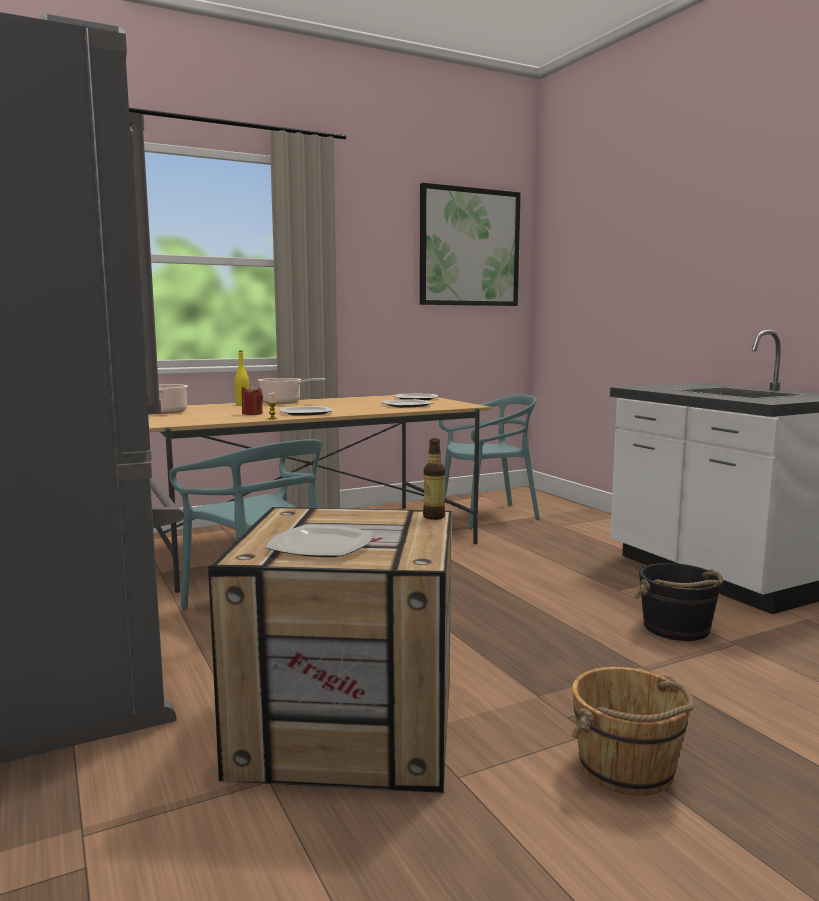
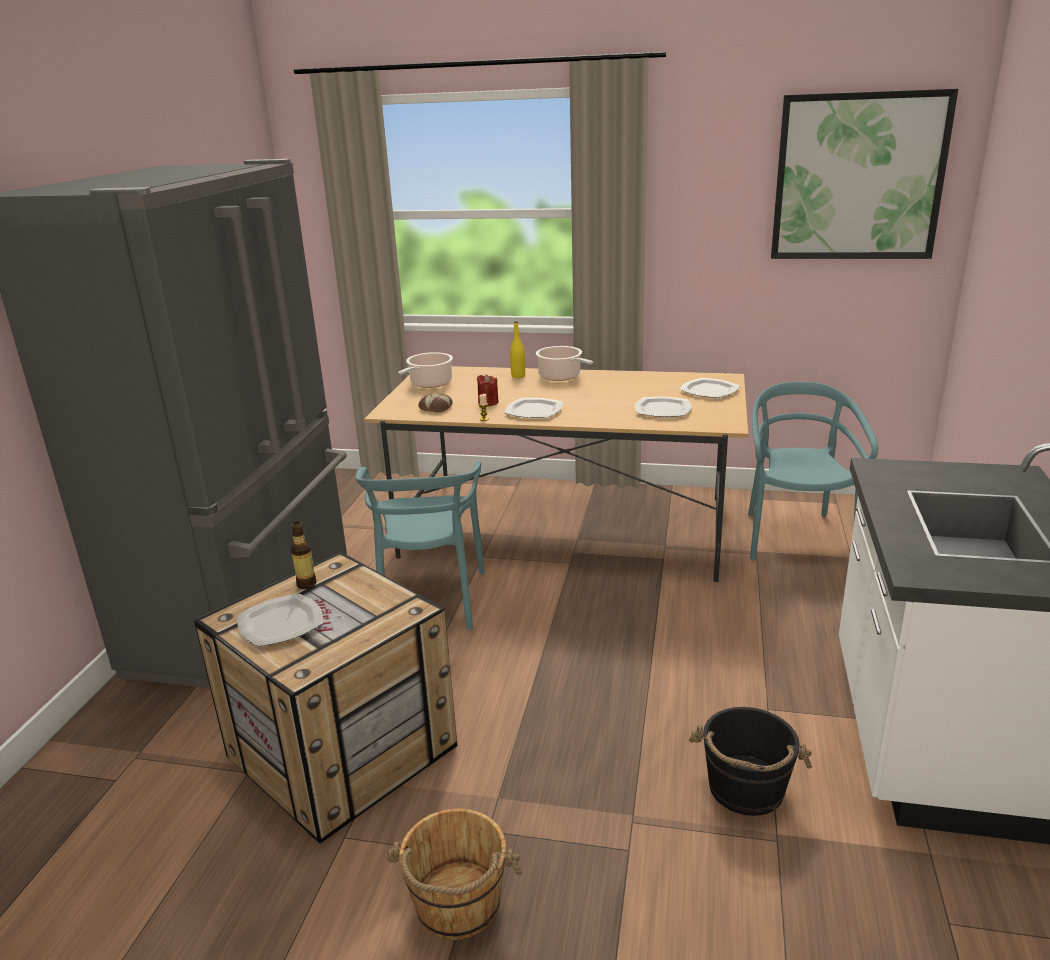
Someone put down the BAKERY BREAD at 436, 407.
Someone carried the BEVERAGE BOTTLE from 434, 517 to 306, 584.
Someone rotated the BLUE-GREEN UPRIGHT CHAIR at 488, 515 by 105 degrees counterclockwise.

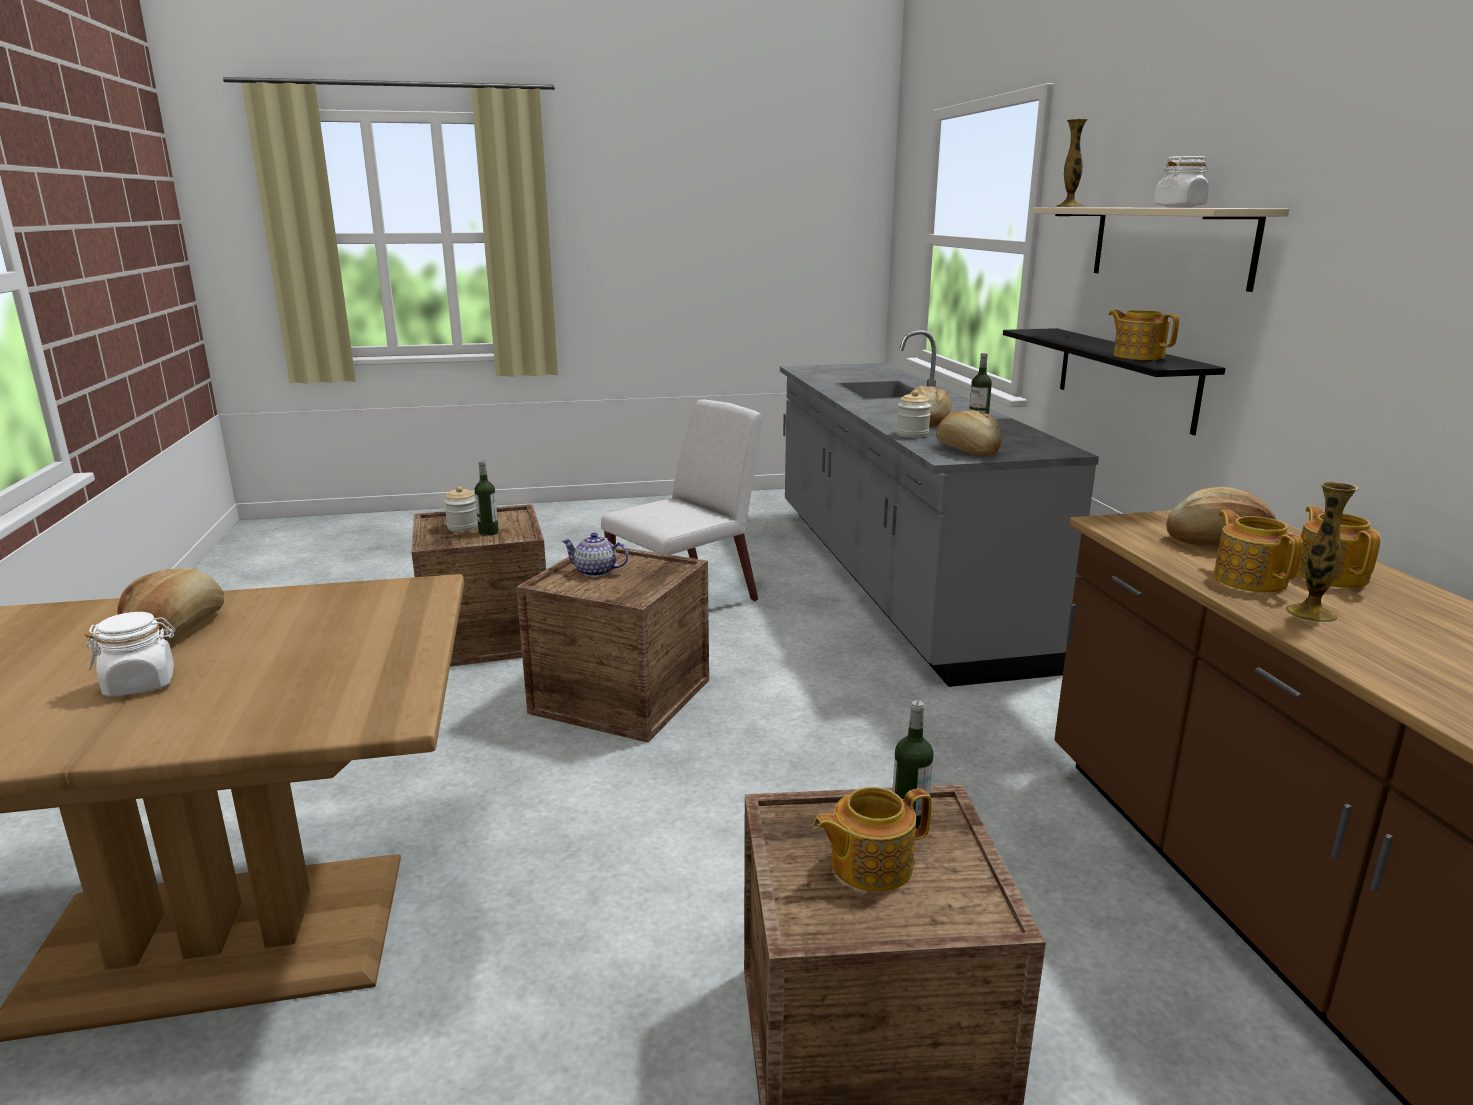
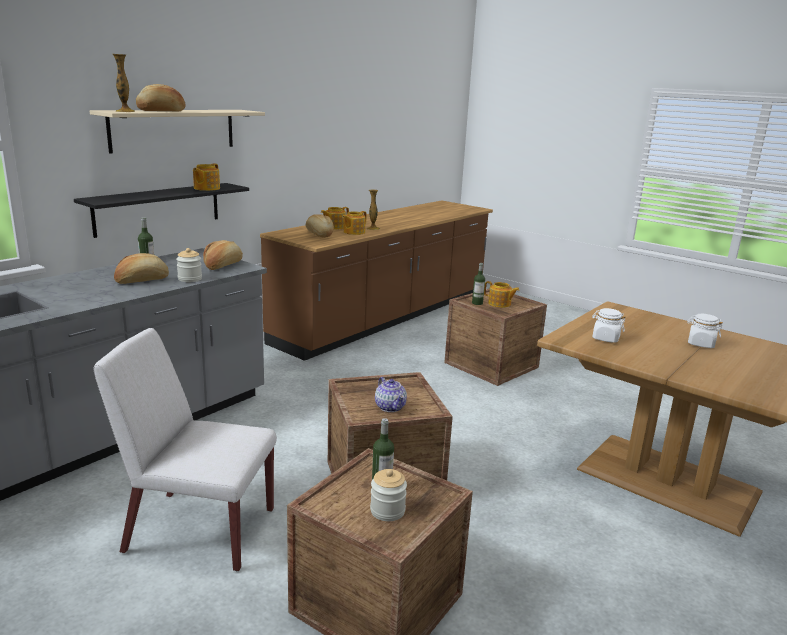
Someone carried the BAKERY BREAD from 177, 630 to 161, 111.
Someone carried the WHITE-COLOURED JAR from 1179, 207 to 605, 338.

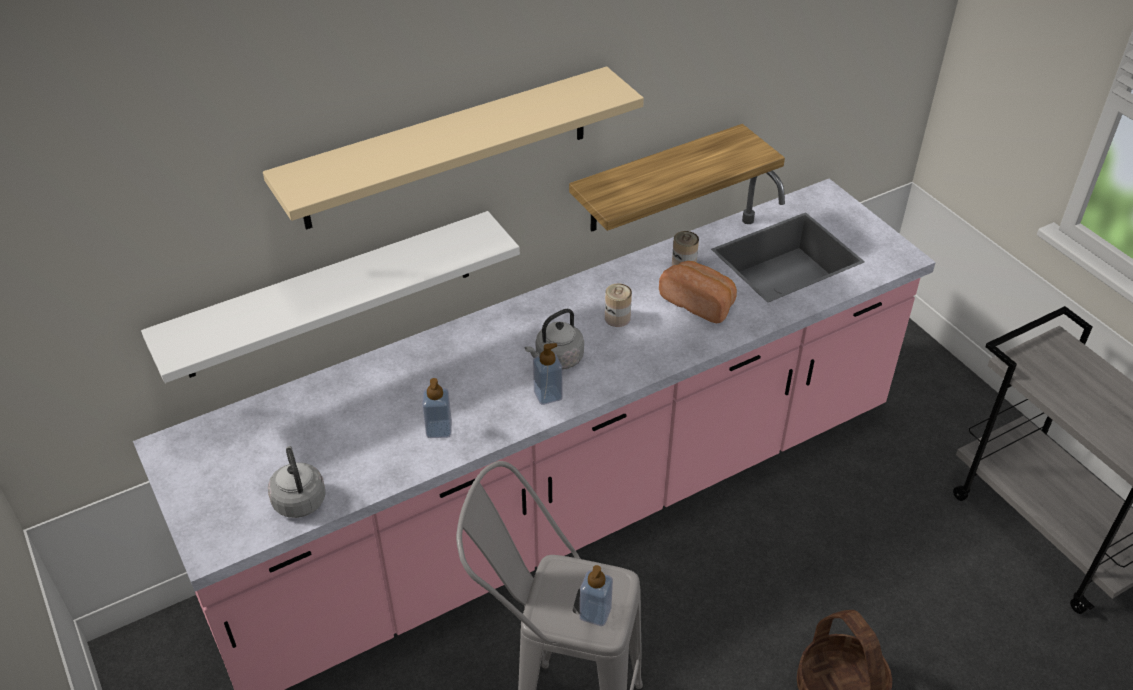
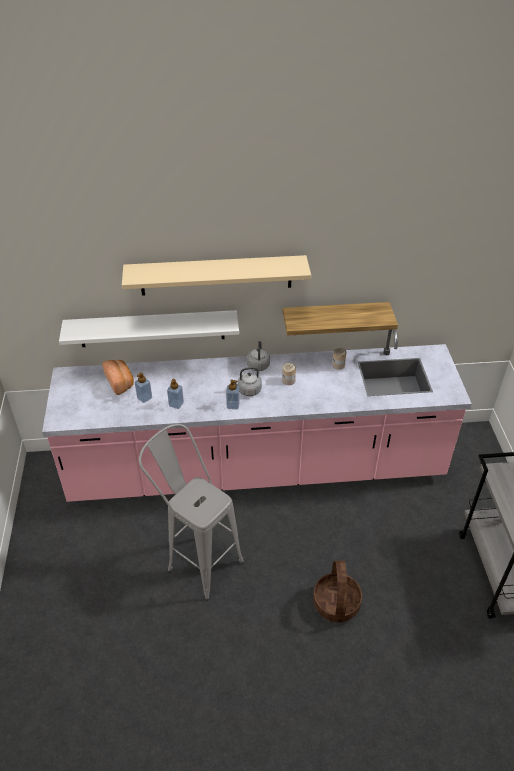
Someone carried the GREY KETTLE from 299, 499 to 258, 365.
Someone carried the SOAP BOTTLE from 595, 613 to 144, 398.
Someone carried the BAKERY BREAD from 699, 302 to 120, 382.

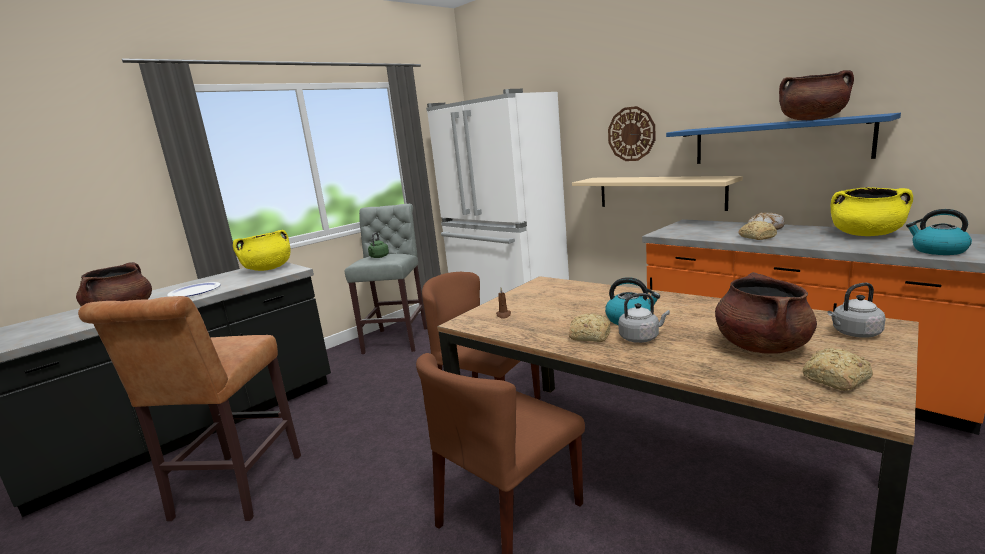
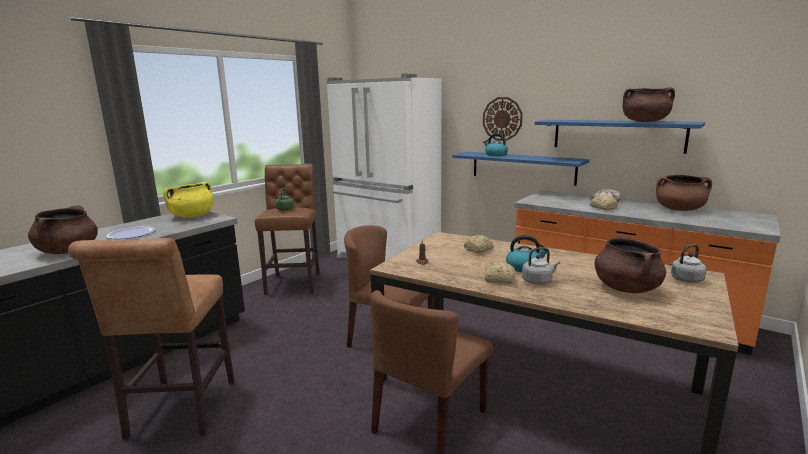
Someone carried the BAKERY BREAD from 834, 379 to 477, 250.
Someone carried the KETTLE from 938, 250 to 495, 155.
Someone repainted the GREY STOOL at 398, 339, which became the BROWNISH STOOL at 294, 282.
Someone repainted the SAND-COLOURED BRACKET SHELF at 659, 192, which became the BLUE BRACKET SHELF at 522, 167.
Someone repainted the YELLOW SAUCEPOT at 866, 234, which became the BROWNISH SAUCEPOT at 679, 209.

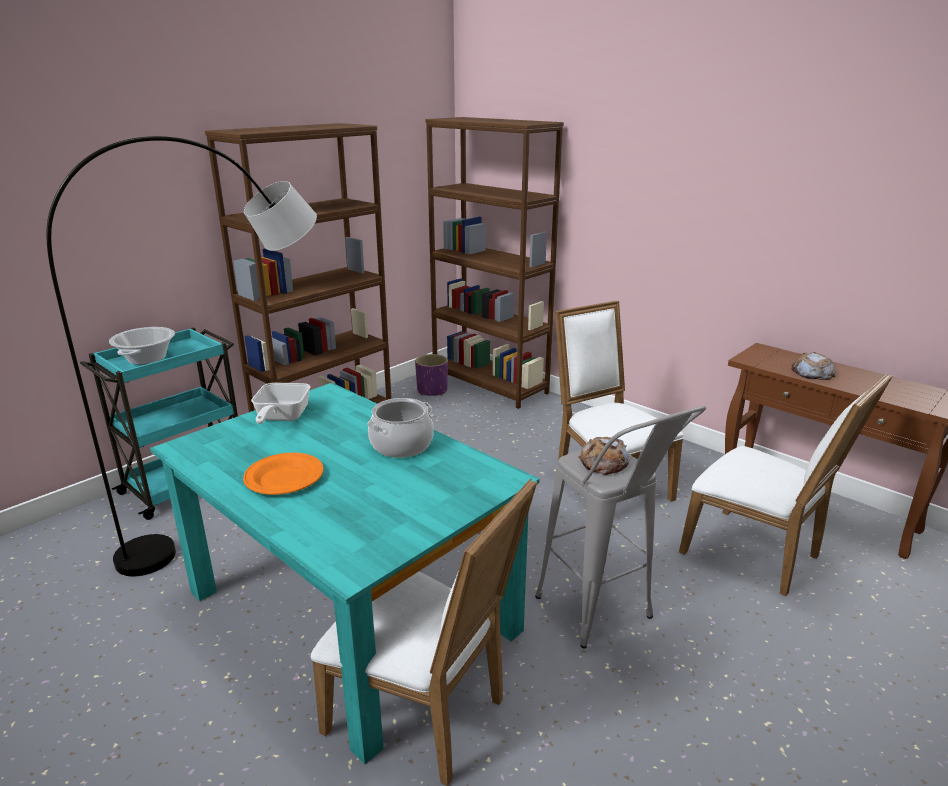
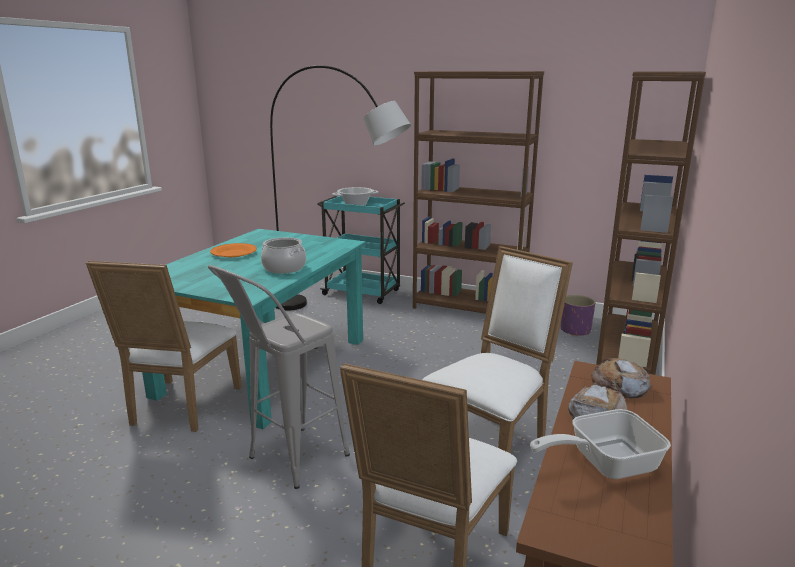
Someone carried the SKILLET from 280, 418 to 604, 463.
Someone carried the BAKERY BREAD from 604, 461 to 619, 385.

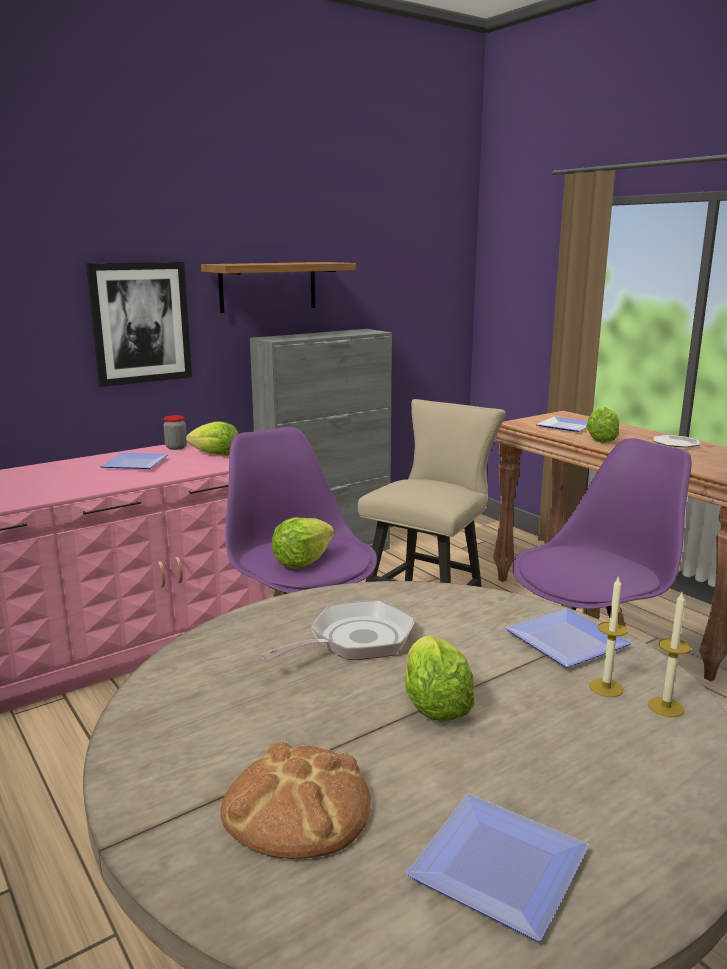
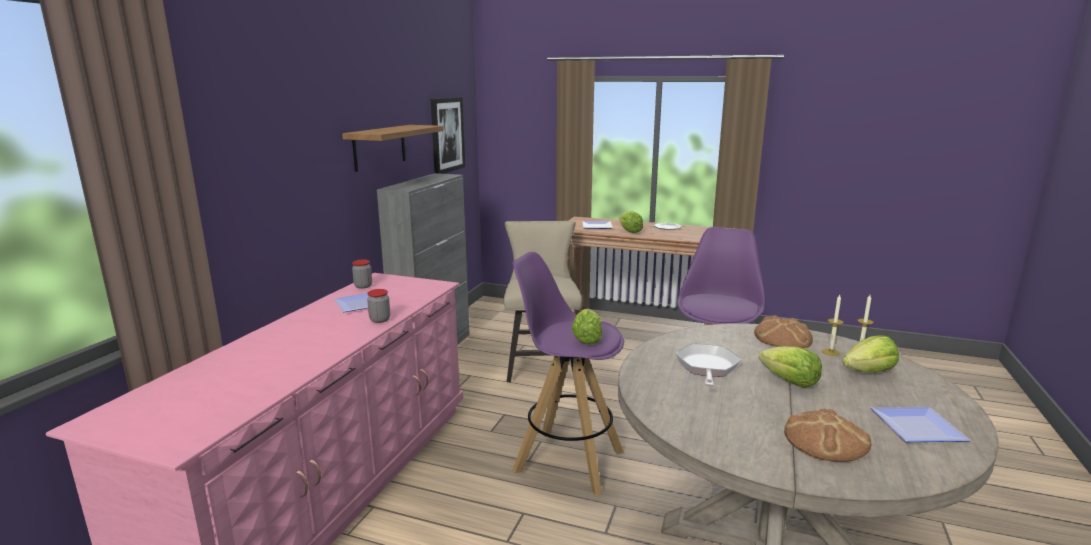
Someone put down the JAR at 380, 320.
Someone carried the WALL ART from 140, 323 to 447, 135.
Someone carried the LETTUCE from 215, 455 to 869, 372.
Someone swapped the PLATE at 566, 639 for the BAKERY BREAD at 782, 337.

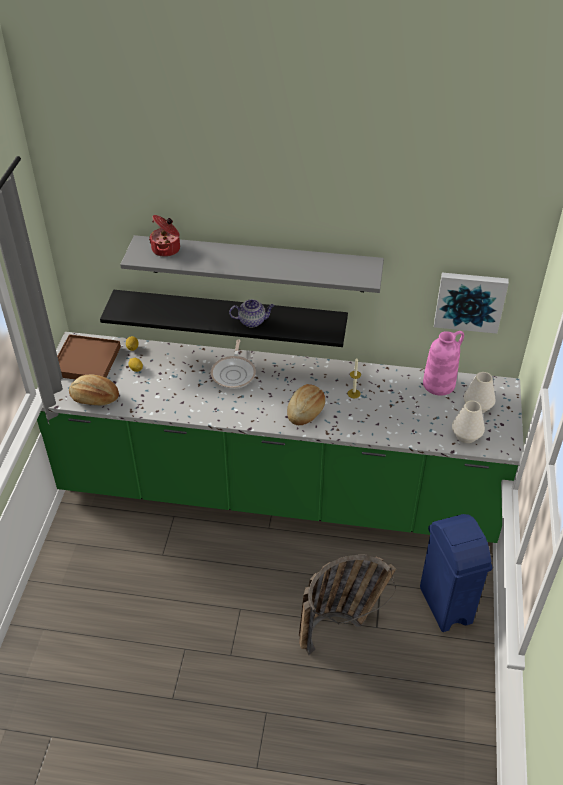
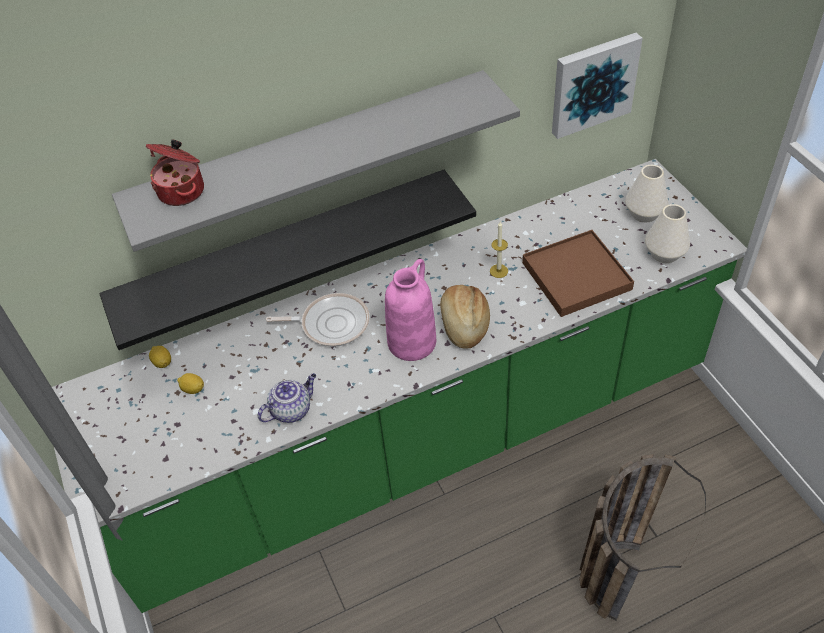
Someone took away the BAKERY BREAD at 94, 398.
Someone took away the BLUE WASTE BIN at 445, 604.
Someone carried the BROWNISH CARRYING TRAY from 86, 361 to 576, 276.
Someone carried the POT FOR TEA from 252, 321 to 291, 409.
Someone carried the PINK DECORATIVE VASE from 439, 384 to 412, 341.
Someone rotated the SKILLET at 234, 373 by 60 degrees counterclockwise.

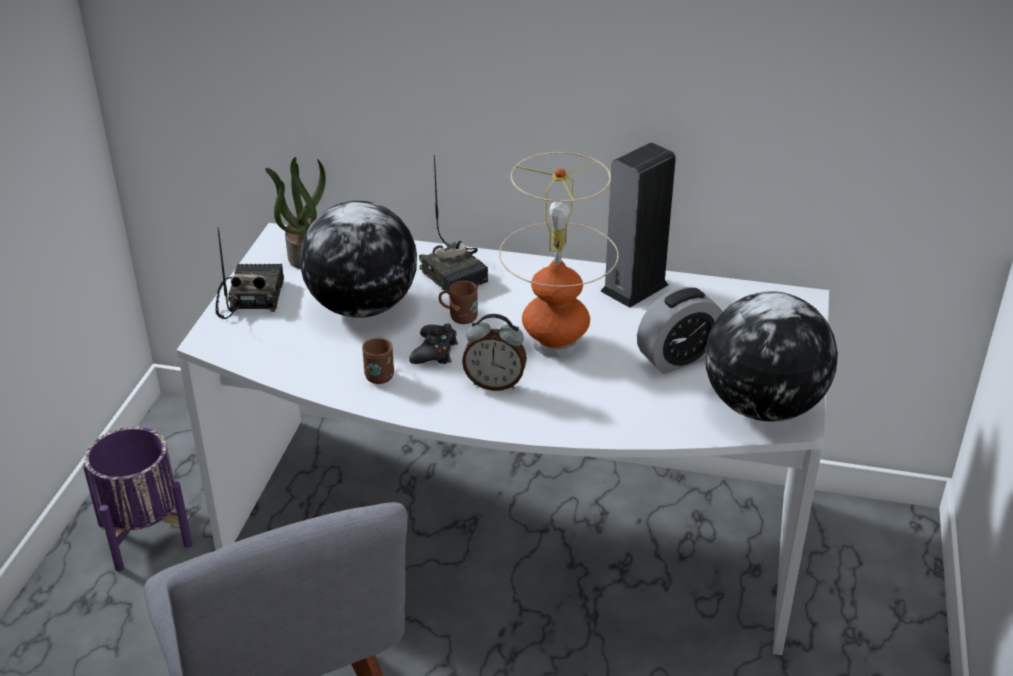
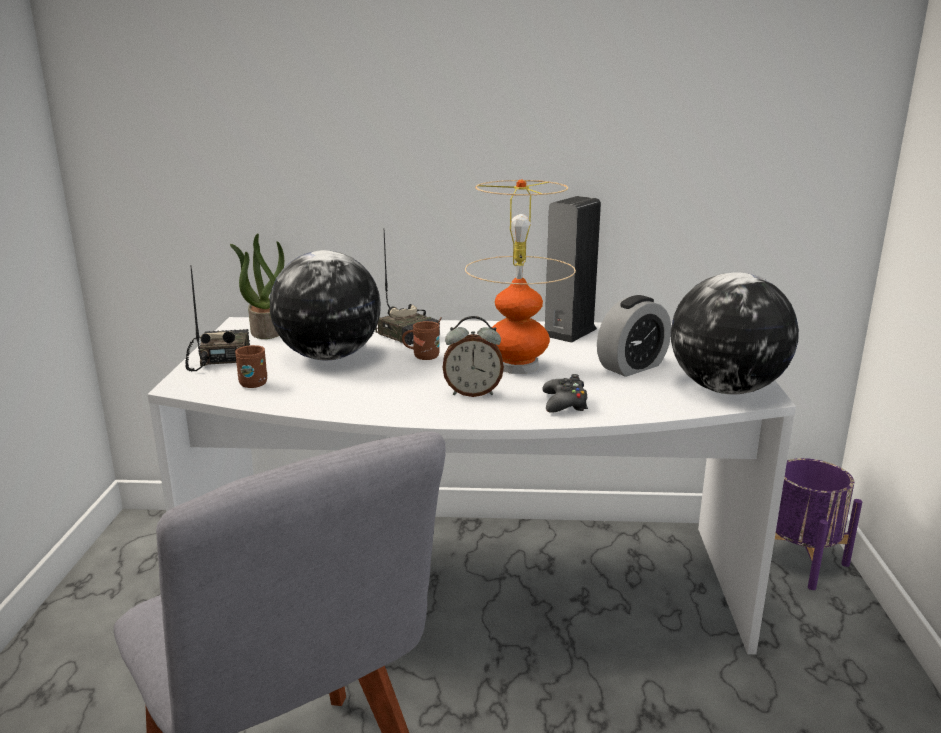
Someone carried the PURPLISH PLANTER from 144, 534 to 800, 561.
Someone carried the BROWNISH MUG from 380, 374 to 254, 383.
Someone carried the BLACK GAMEPAD from 434, 352 to 564, 403.

